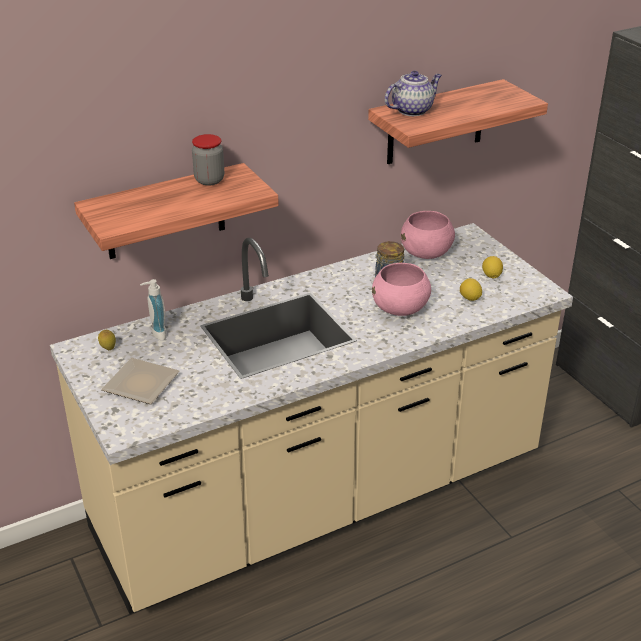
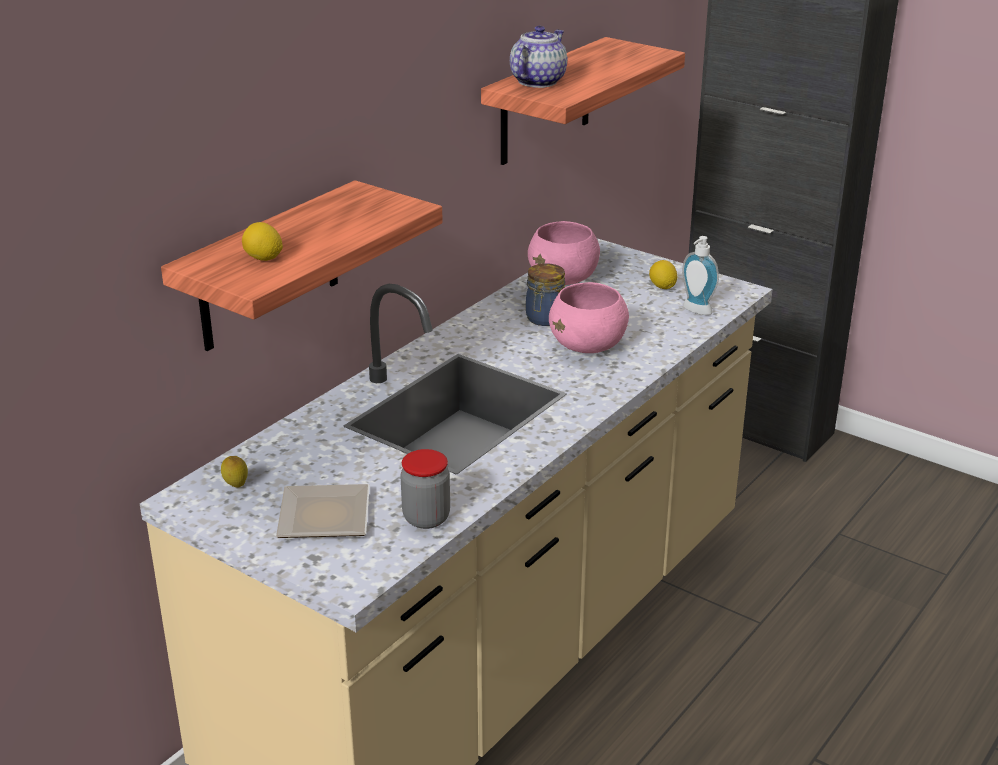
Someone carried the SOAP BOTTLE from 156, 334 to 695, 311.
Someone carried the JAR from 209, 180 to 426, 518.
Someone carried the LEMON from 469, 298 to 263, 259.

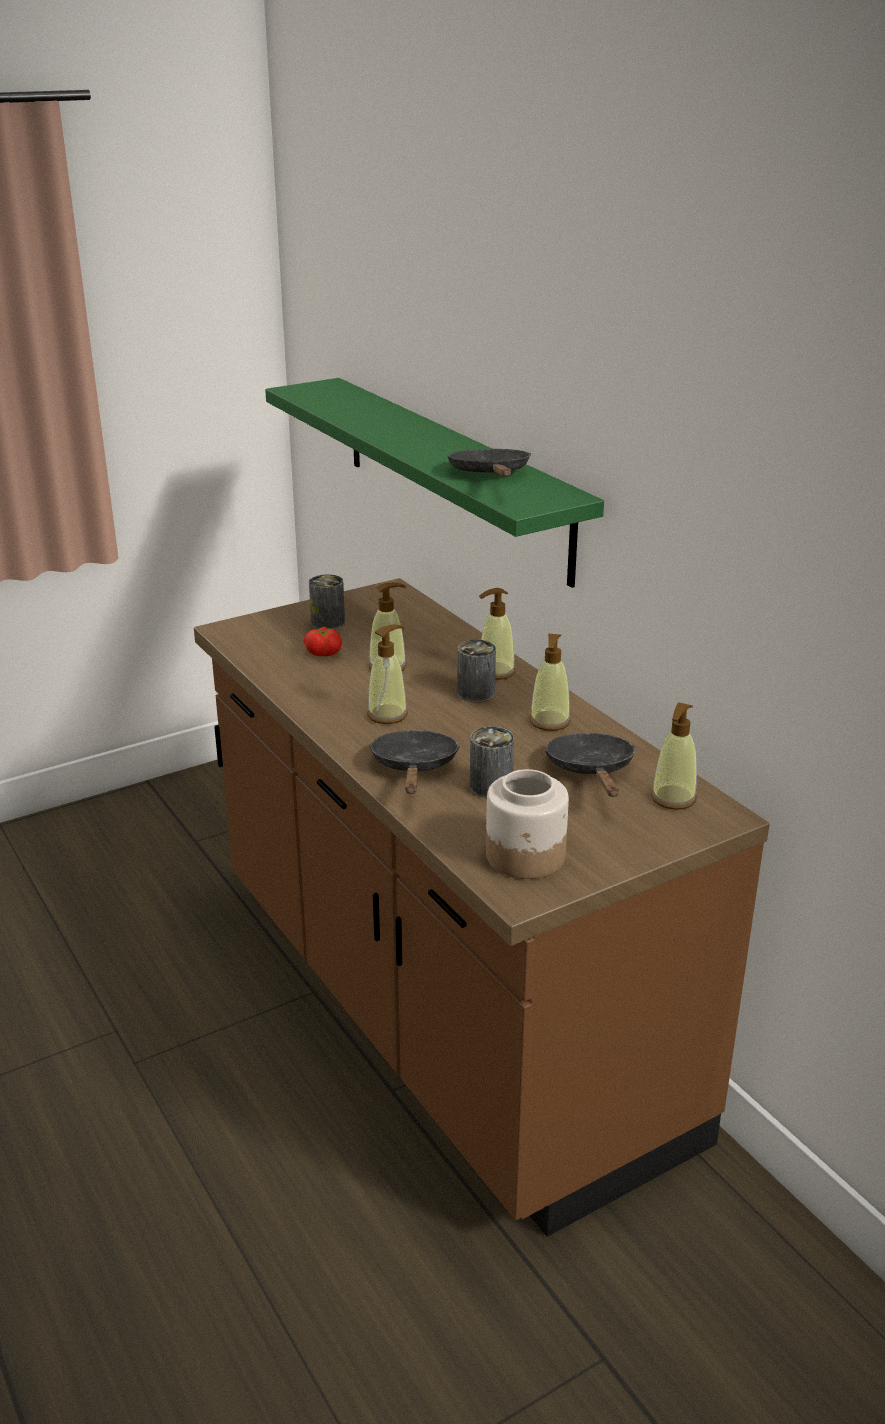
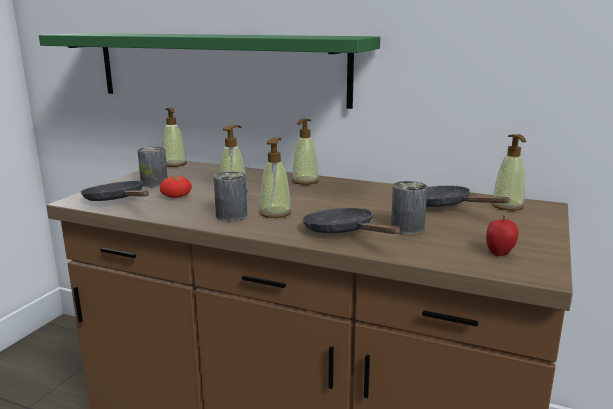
Someone carried the BLACK SKILLET from 491, 475 to 117, 200.
Someone carried the SEALED CAN from 476, 693 to 231, 215.
Someone carried the SOAP BOTTLE from 549, 722 to 174, 164.
Someone swapped the JAR at 526, 857 for the APPLE at 499, 253.

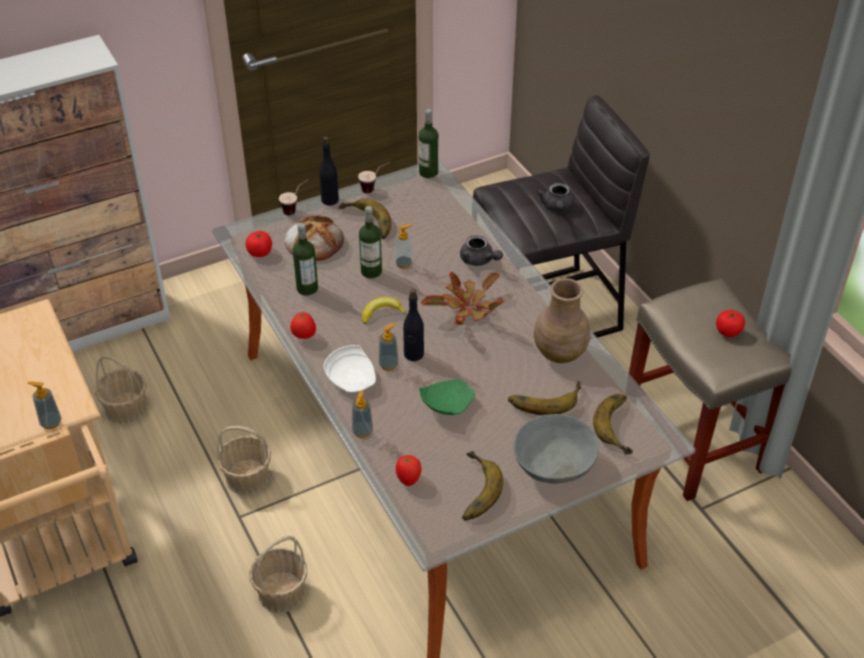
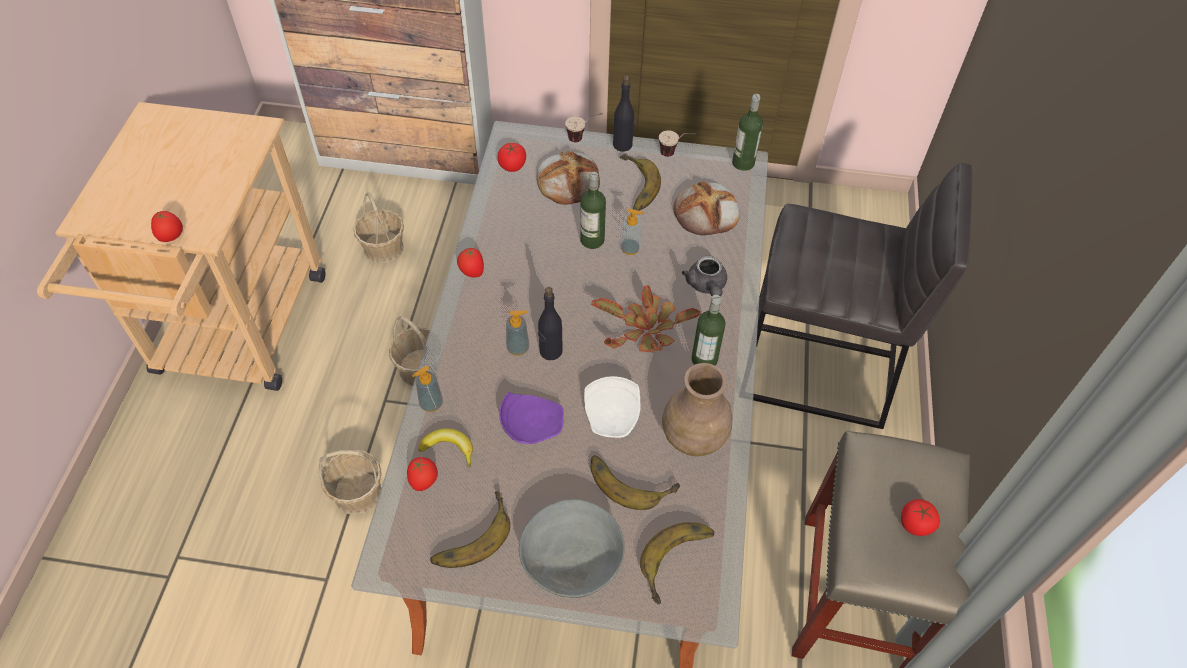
Someone took away the GREY POT FOR TEA at 557, 207.
Someone put down the BAKERY BREAD at 707, 213.
Someone carried the BEVERAGE BOTTLE from 307, 288 to 704, 359.
Someone carried the WHITE-COLOURED PLATE from 352, 378 to 613, 415.
Someone carried the BANANA from 382, 313 to 449, 448.
Someone swapped the SOAP BOTTLE at 51, 422 for the TOMATO at 172, 237.
Someone repainted the GREEN-COLOURED PLATE at 446, 404, which became the PURPLISH PLATE at 531, 424.

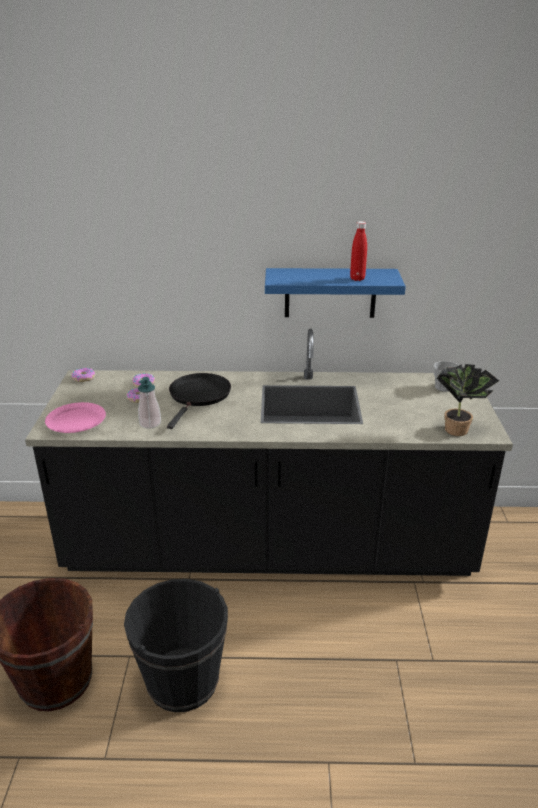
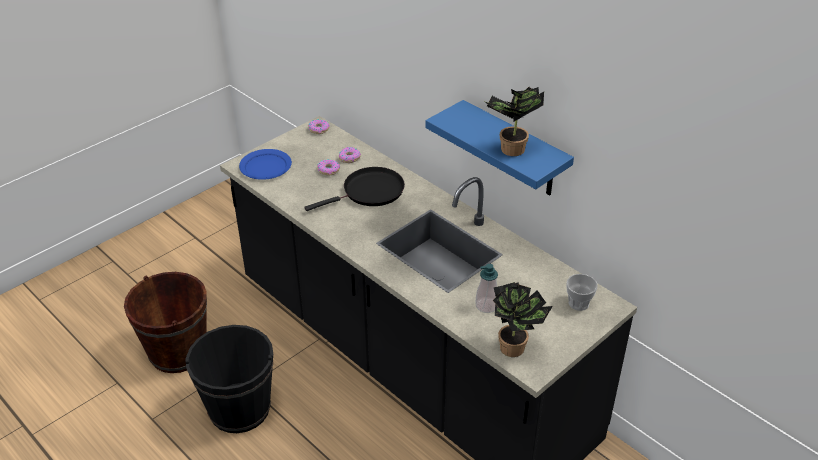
Someone carried the SOAP BOTTLE from 150, 423 to 486, 306.
Someone swapped the RED-COLOURED BEVERAGE BOTTLE at 357, 279 for the HOUSEPLANT at 511, 151.
Someone repainted the PINK PLATE at 75, 420, which became the BLUE PLATE at 265, 166.

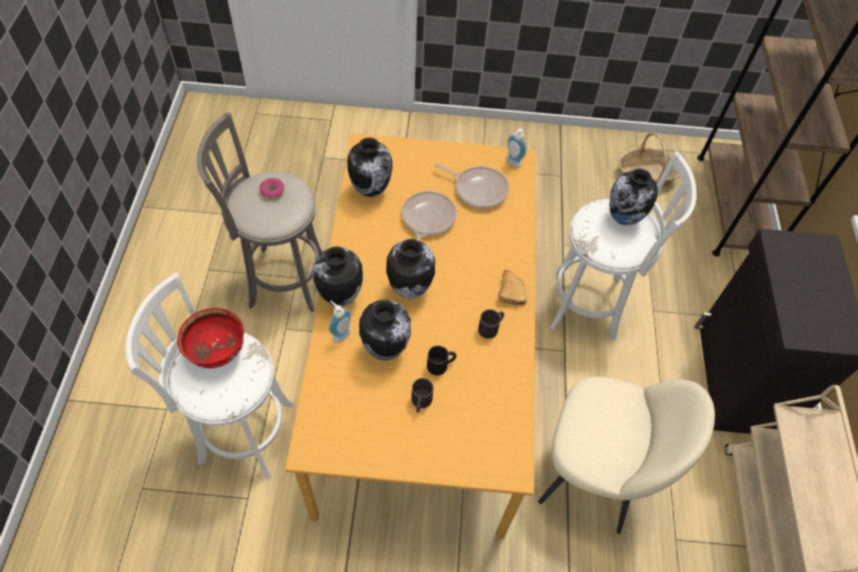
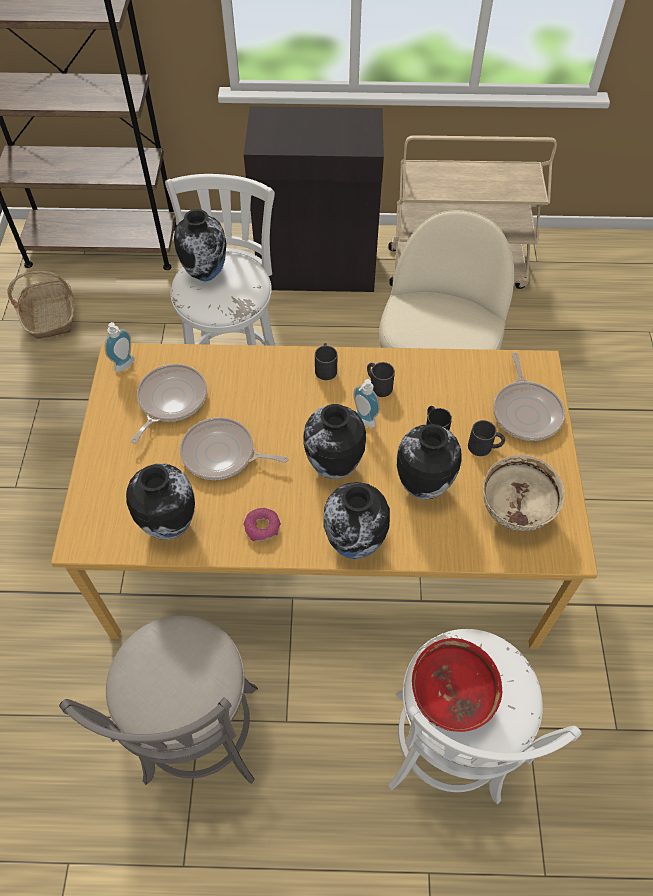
Someone put down the SAND-COLOURED DEEP DISH at 515, 512.
Someone put down the SKILLET at 526, 411.
Someone carried the DOUGHNUT from 272, 191 to 262, 528.
Someone carried the SOAP BOTTLE from 340, 333 to 363, 421.
Someone swapped the BAKERY BREAD at 510, 290 for the BLACK MUG at 325, 367.

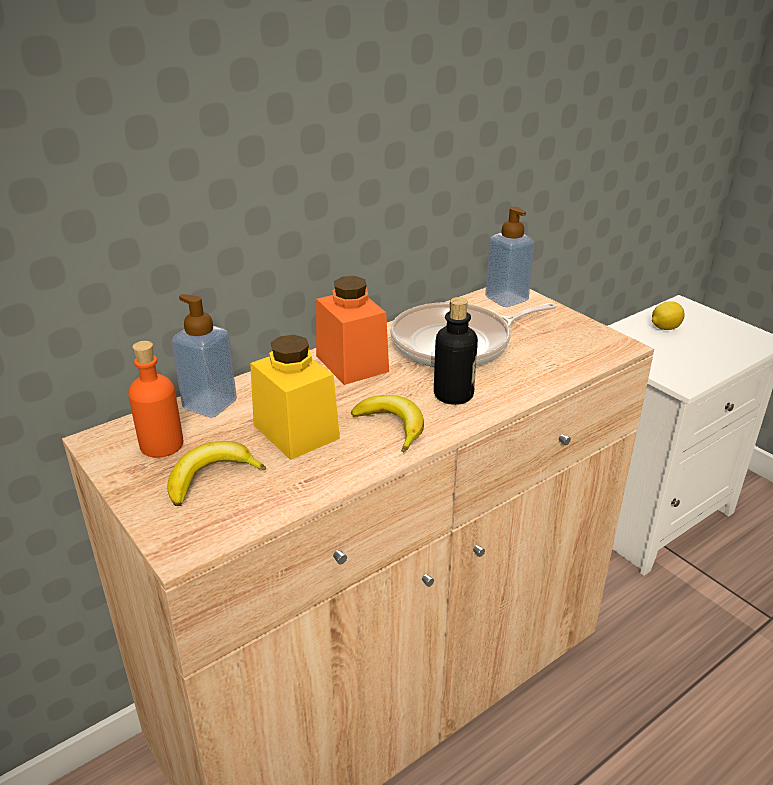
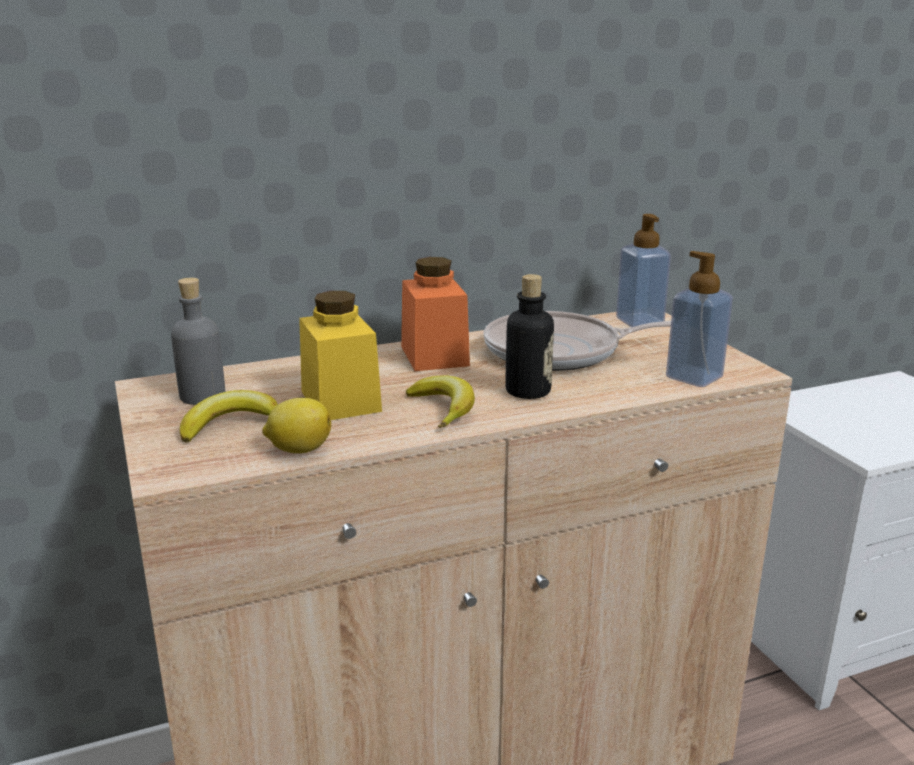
Someone carried the SOAP BOTTLE from 210, 404 to 694, 377.
Someone carried the LEMON from 664, 328 to 298, 449.
Someone repainted the ORANGEY BEVERAGE BOTTLE at 161, 444, which became the GREY BEVERAGE BOTTLE at 202, 395.

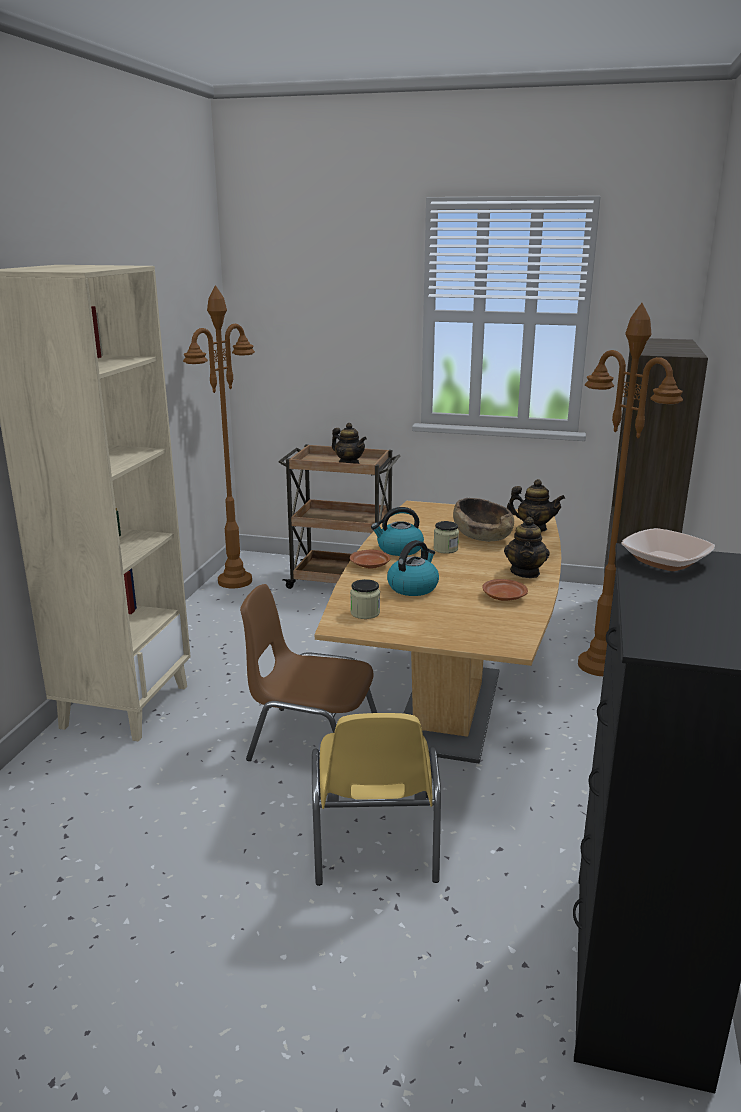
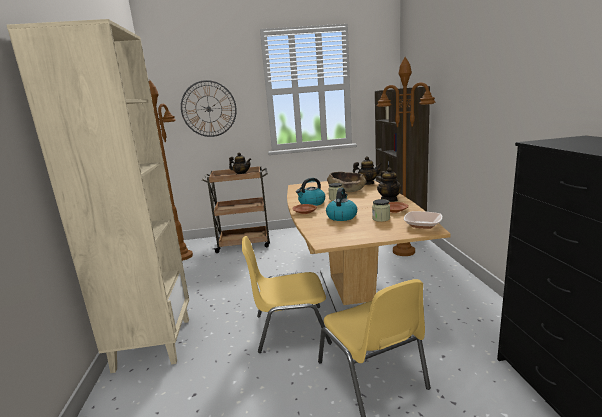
Someone put up the CLOCK ON THE WALL at 208, 109.
Someone carried the JAR from 365, 613 to 381, 219.
Someone carried the DEEP DISH from 665, 561 to 422, 225.
Someone repainted the BROWNISH UPRIGHT CHAIR at 312, 740, which became the YELLOW UPRIGHT CHAIR at 290, 328.

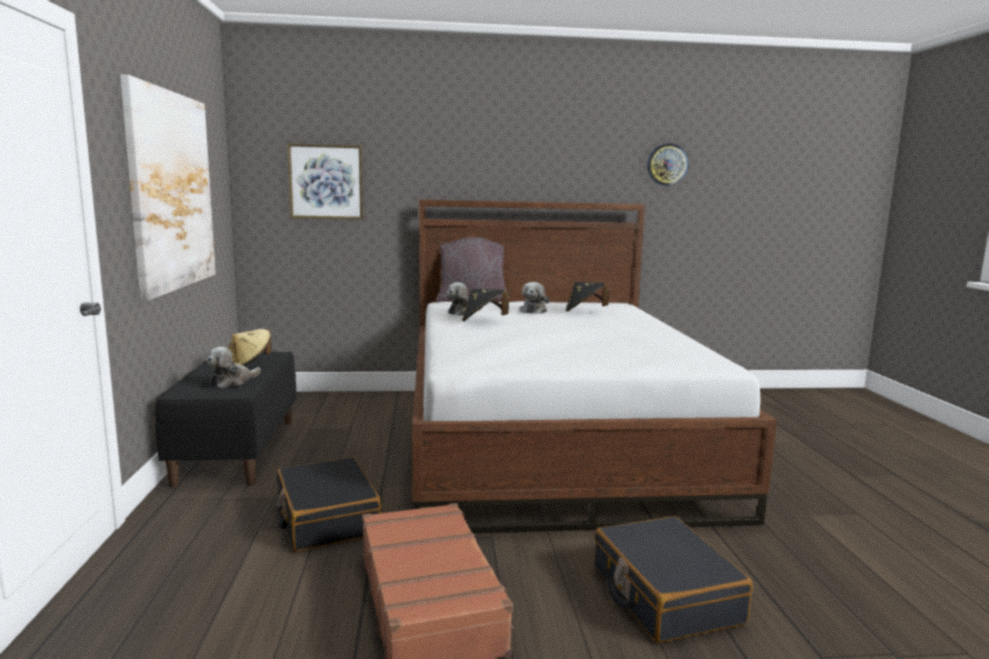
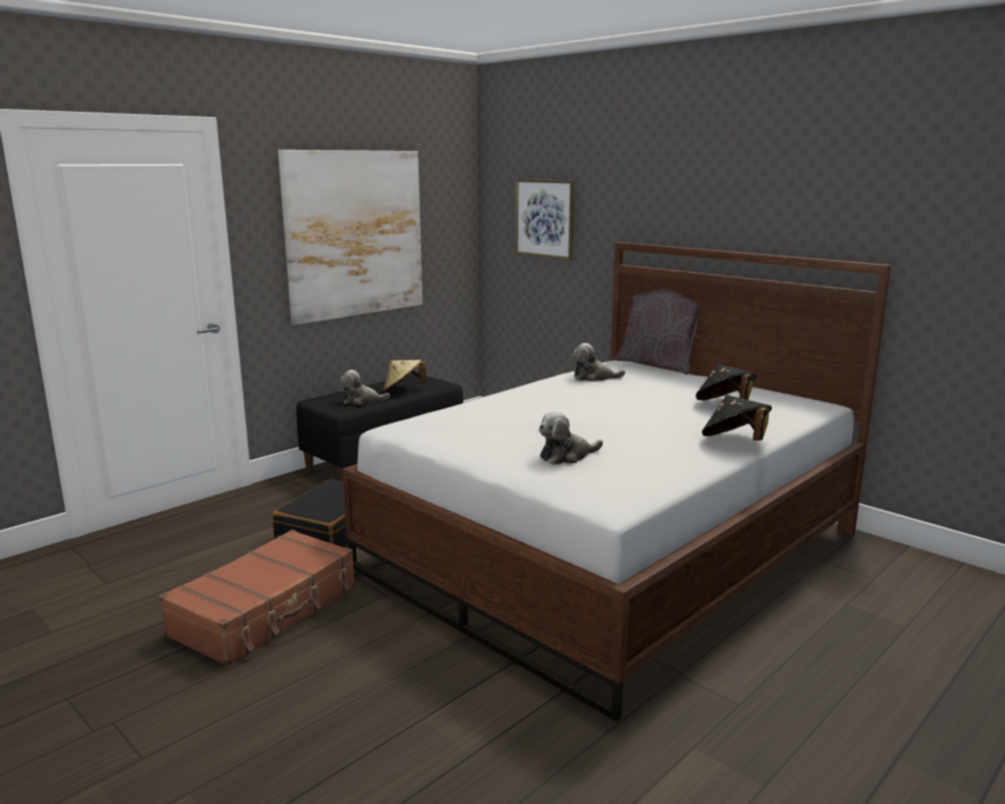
Someone took away the BLACK SUITCASE at 664, 595.
Someone took away the CLOCK ON THE WALL at 667, 164.
Someone carried the BLACK WEARABLE HAT from 483, 321 to 734, 442.
Someone carried the PLUSH TOY from 534, 310 to 567, 456.

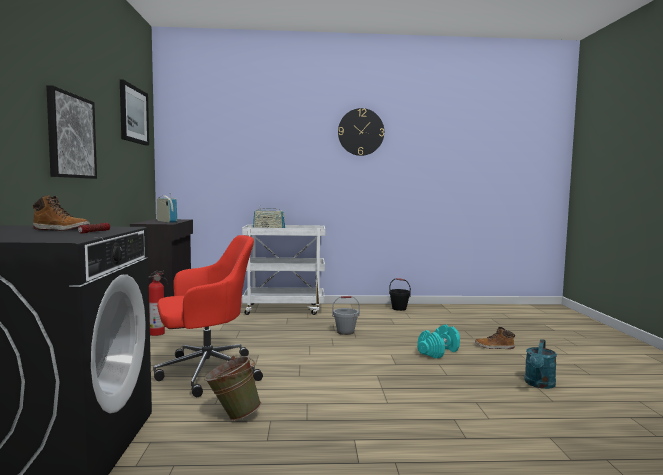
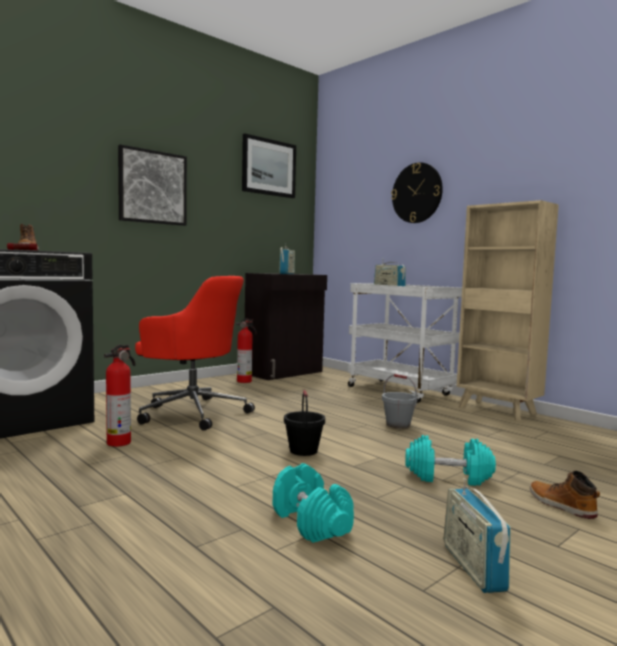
Someone put down the BLUE-GREEN FREE WEIGHT at 310, 522.
Someone put down the SAND-COLOURED SHELVING UNIT at 498, 410.
Someone carried the CLOCK ON THE WALL from 361, 132 to 417, 193.
Someone carried the BLACK BUCKET from 399, 308 to 303, 451.
Someone swapped the GREEN-COLOURED BUCKET at 232, 415 for the FIRE EXTINGUISHER at 120, 442.
Someone swapped the BLUE-GREEN WATERING POT at 539, 384 for the RADIO SET at 473, 567.

